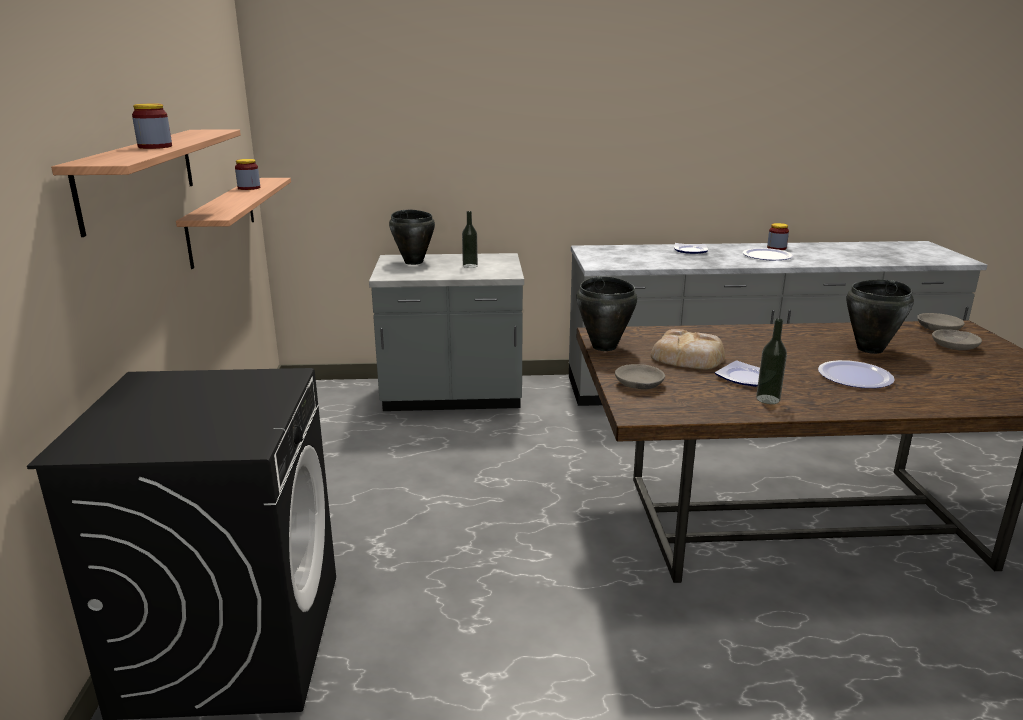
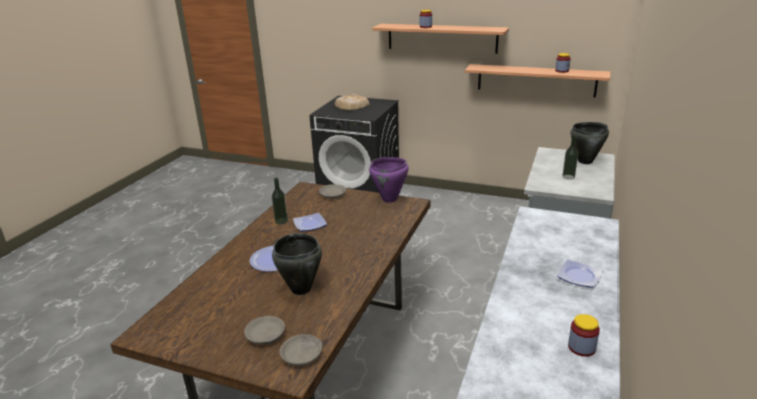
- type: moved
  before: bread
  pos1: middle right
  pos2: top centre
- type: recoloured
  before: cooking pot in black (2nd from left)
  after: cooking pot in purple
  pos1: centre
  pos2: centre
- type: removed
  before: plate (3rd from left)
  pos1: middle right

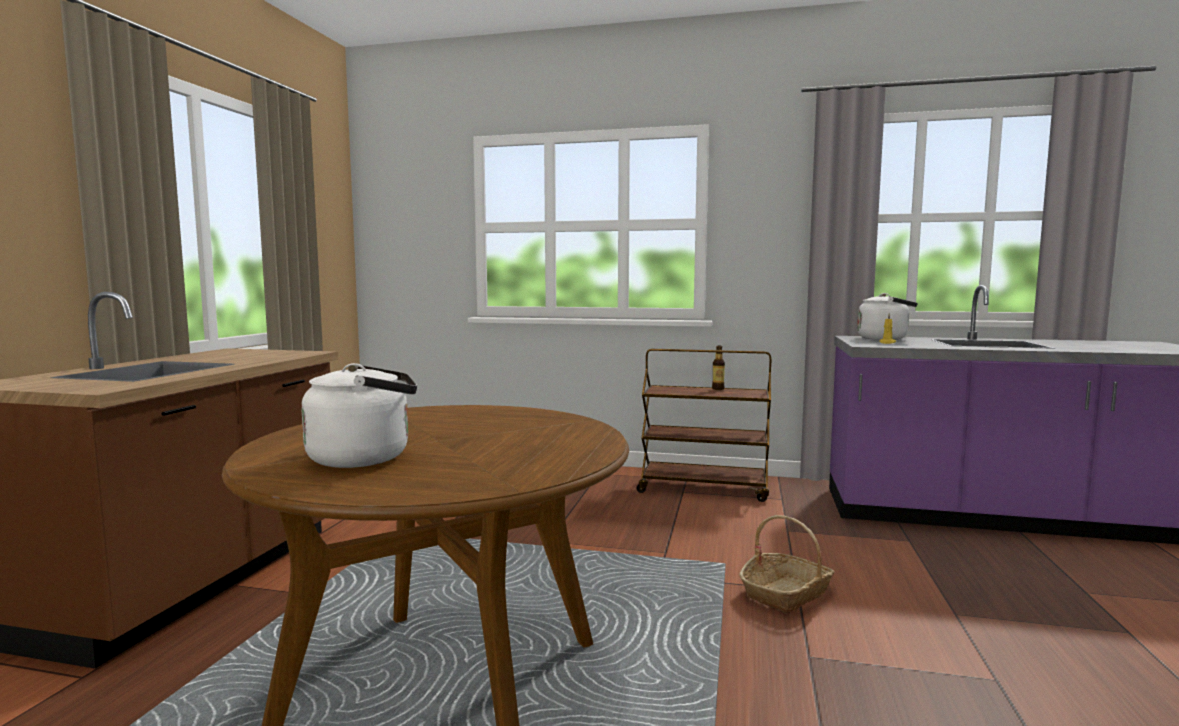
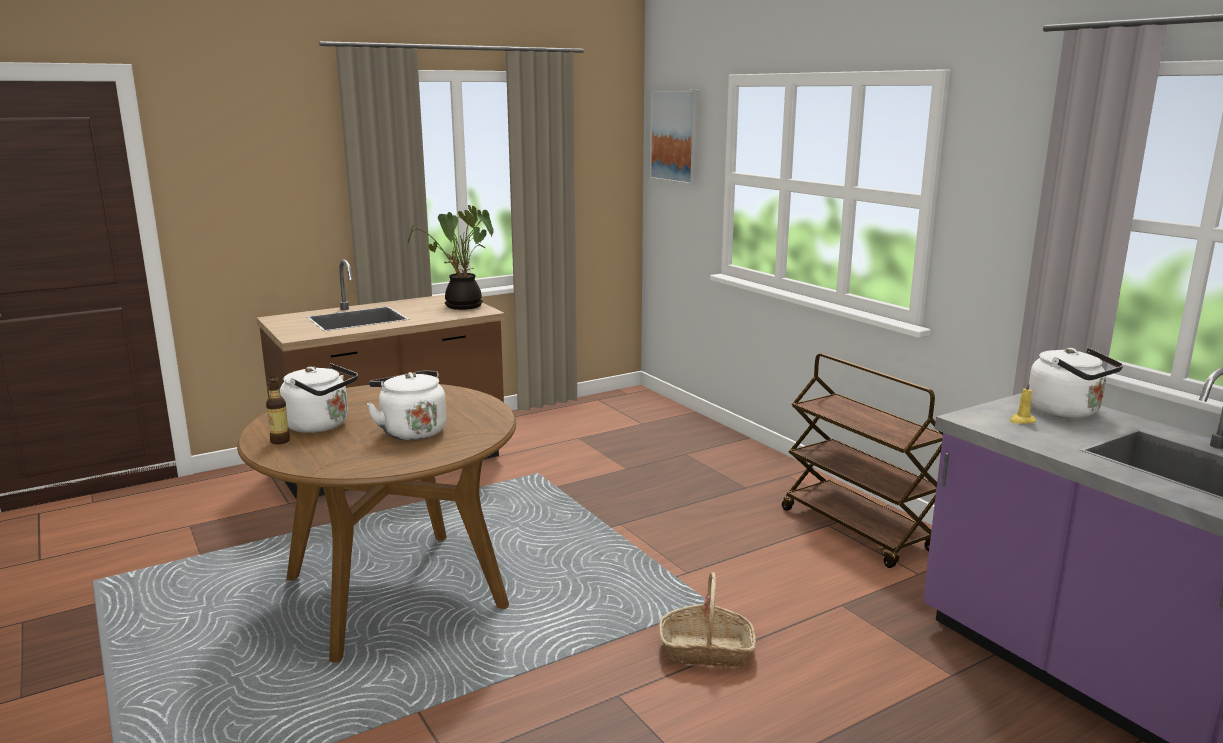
- type: moved
  before: bottle
  pos1: centre
  pos2: middle left
- type: added
  after: kettle in white (2nd from left)
  pos2: middle left
- type: added
  after: potted plant
  pos2: centre
- type: added
  after: picture
  pos2: top centre

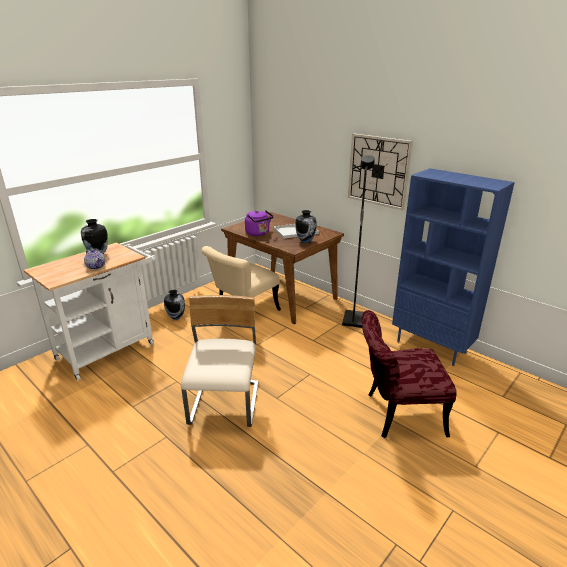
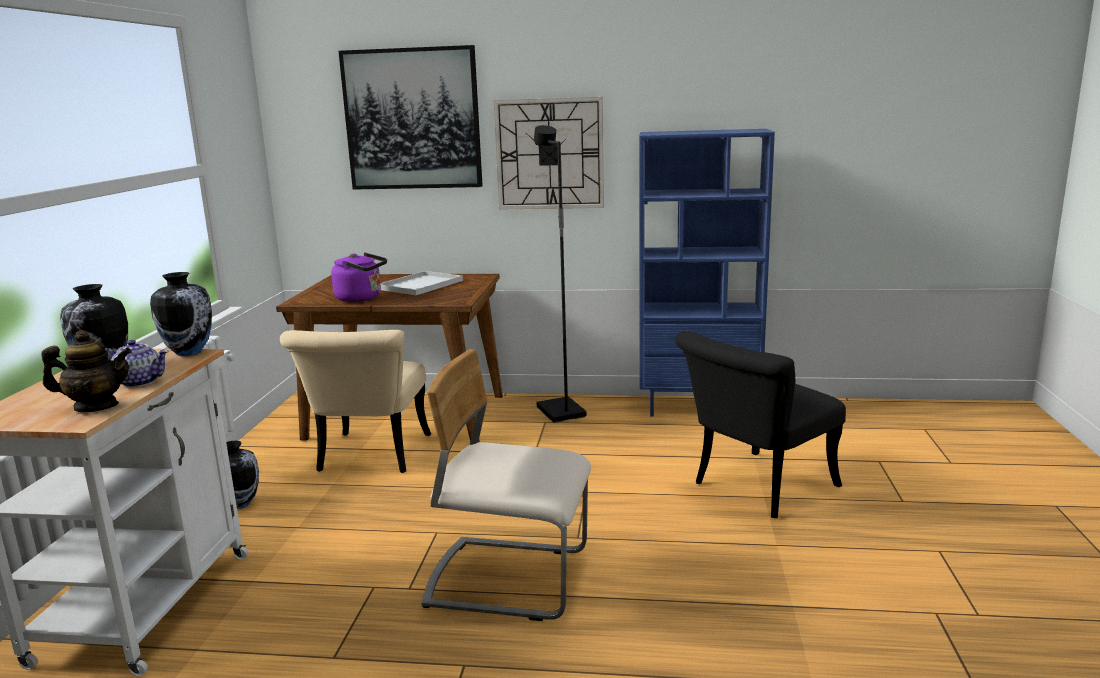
- type: added
  after: teapot (1st from left)
  pos2: middle left
- type: moved
  before: vase (3rd from left in the first image)
  after: vase (2nd from left)
  pos1: centre
  pos2: middle left
- type: added
  after: picture
  pos2: top centre
- type: turned
  before: chair in beige (1st from left in the first image)
  pos1: centre
  pos2: bottom centre
  turn: -45
- type: recoloured
  before: chair in red
  after: chair in black
  pos1: middle right
  pos2: middle right

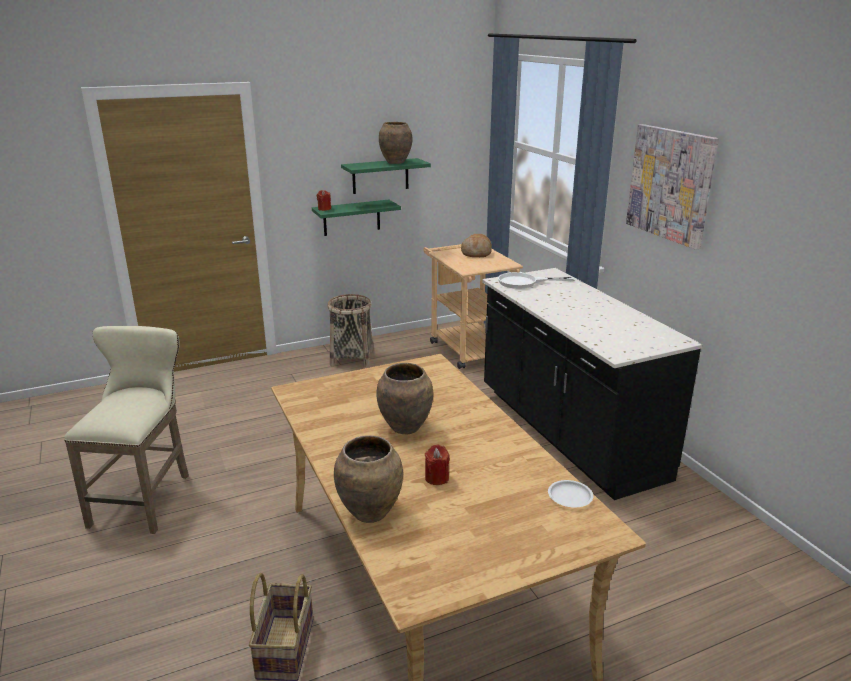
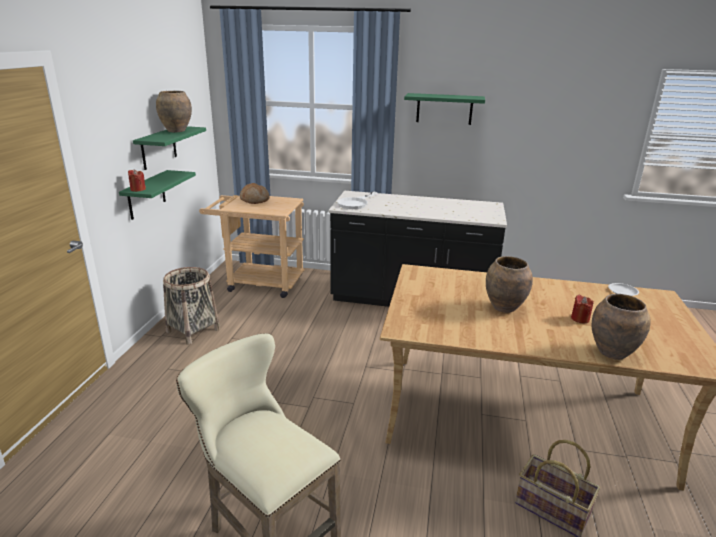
- type: replaced
  before: picture
  after: shelf in green (3rd from left)
  pos1: top right
  pos2: top centre

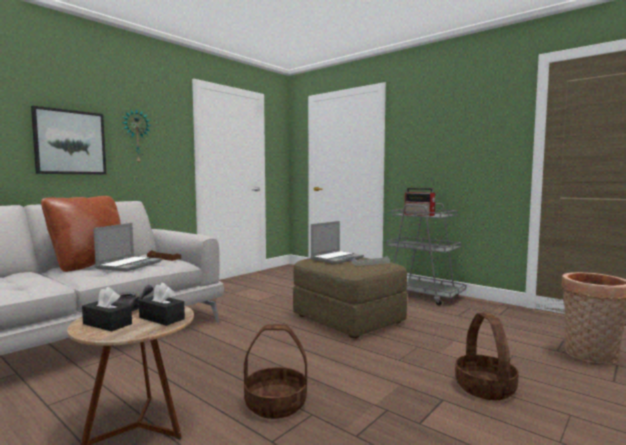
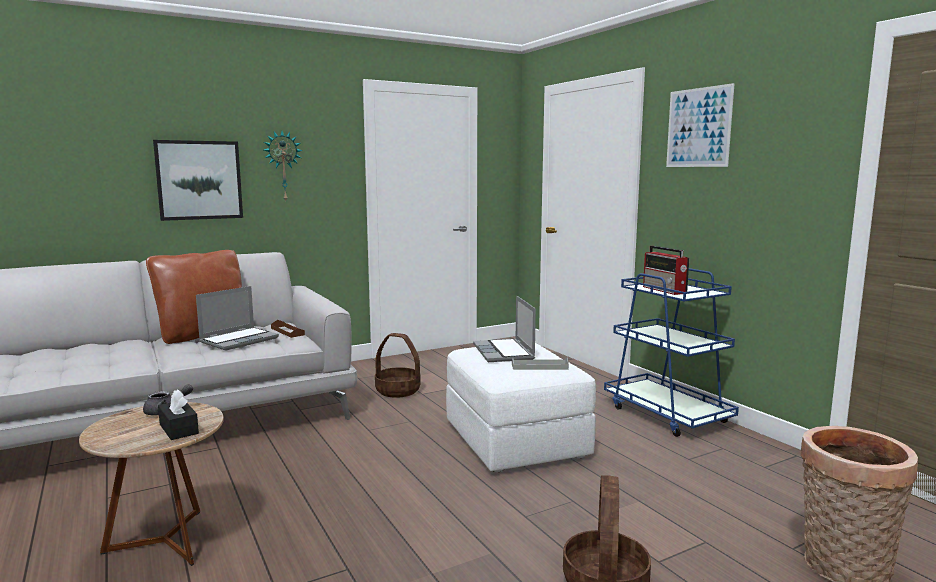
- type: moved
  before: basket (1st from left)
  pos1: bottom centre
  pos2: centre
- type: recoloured
  before: ottoman in brown
  after: ottoman in white
  pos1: bottom centre
  pos2: bottom centre
- type: turned
  before: laptop (2nd from left)
  pos1: centre
  pos2: centre
  turn: 105
- type: recoloured
  before: cart in grey
  after: cart in blue
  pos1: middle right
  pos2: middle right
- type: added
  after: picture (2nd from left)
  pos2: top right
- type: removed
  before: tissue box in black (1st from left)
  pos1: bottom left

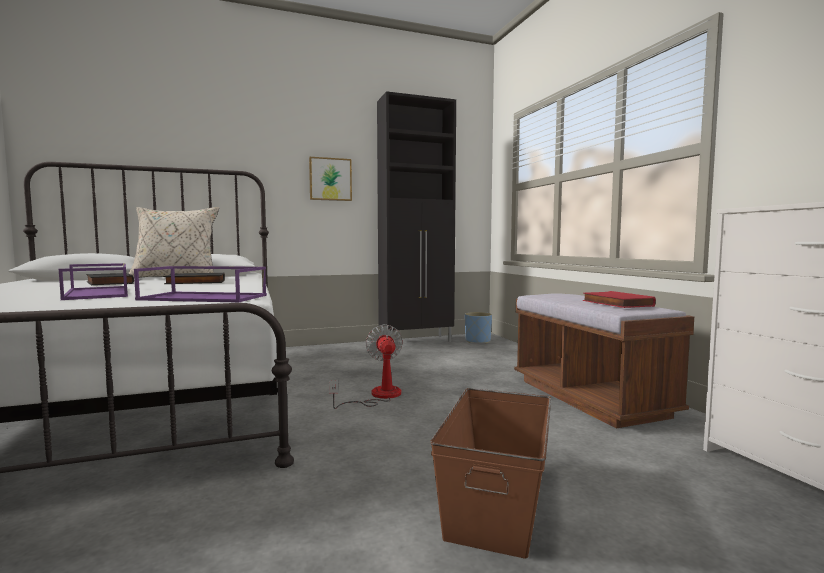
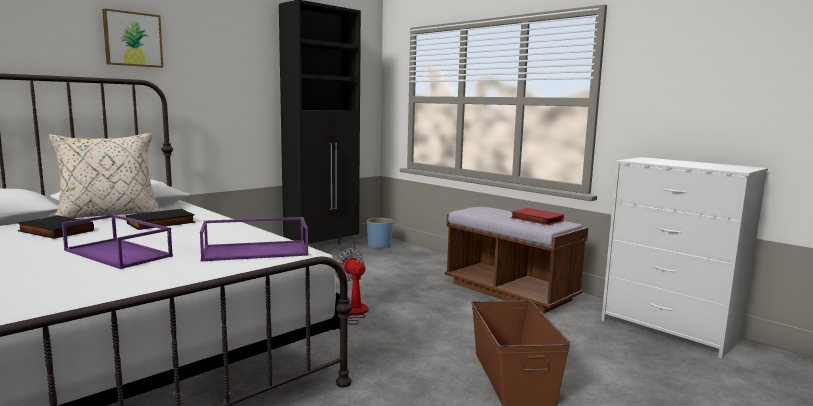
- type: moved
  before: picture
  pos1: top centre
  pos2: top left

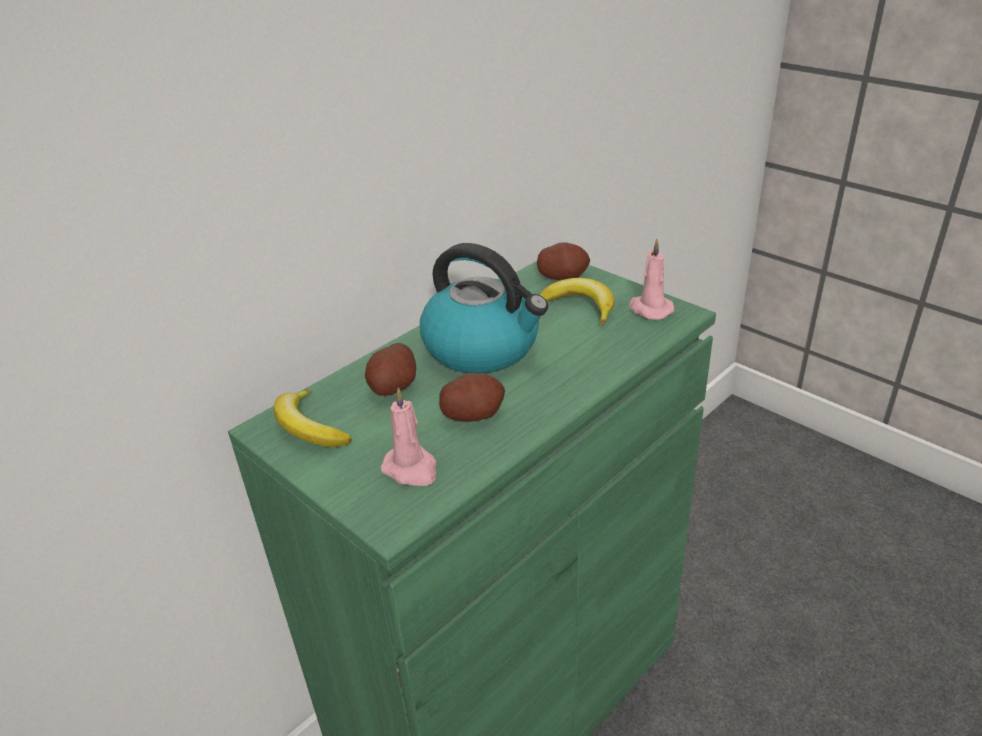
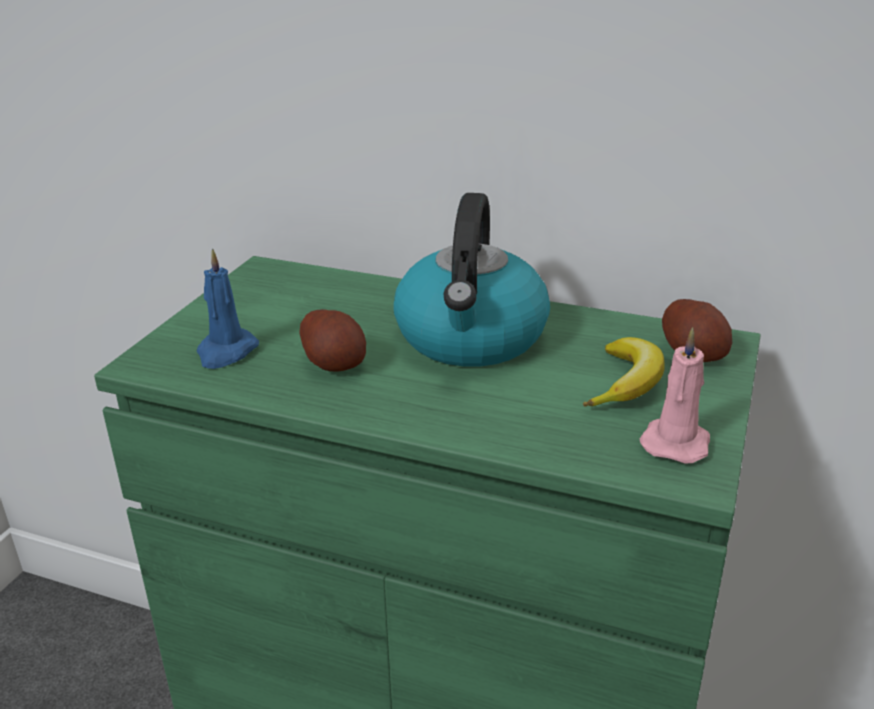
- type: recoloured
  before: candle in pink (1st from left)
  after: candle in blue
  pos1: centre
  pos2: middle left
- type: removed
  before: banana (1st from left)
  pos1: middle left
- type: removed
  before: potato (1st from left)
  pos1: centre

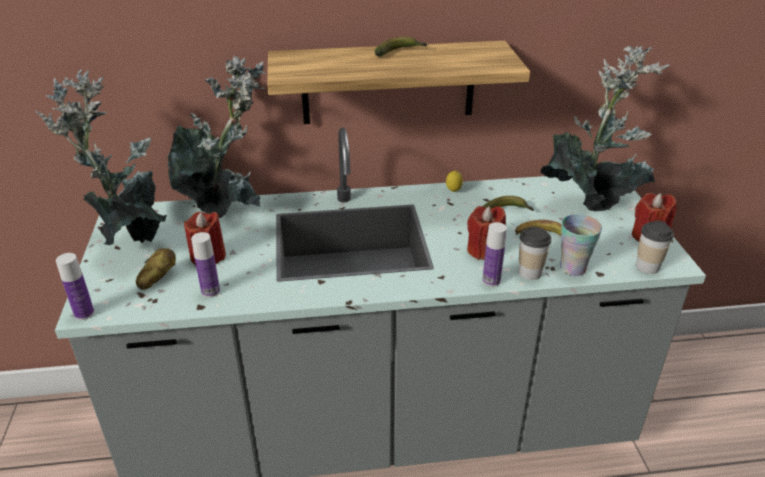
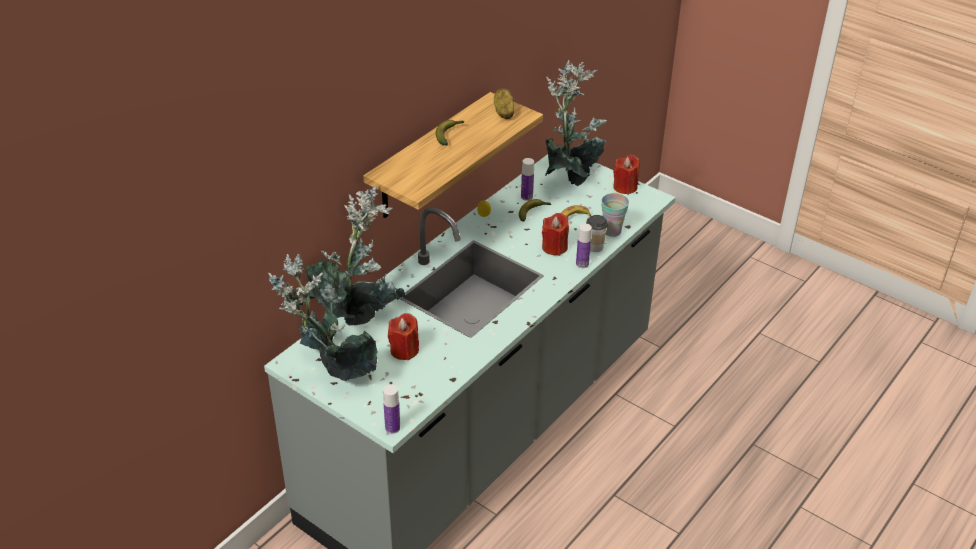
- type: moved
  before: potato
  pos1: middle left
  pos2: top centre
- type: moved
  before: bottle (2nd from left)
  pos1: middle left
  pos2: top centre
- type: removed
  before: cup (3rd from left)
  pos1: middle right

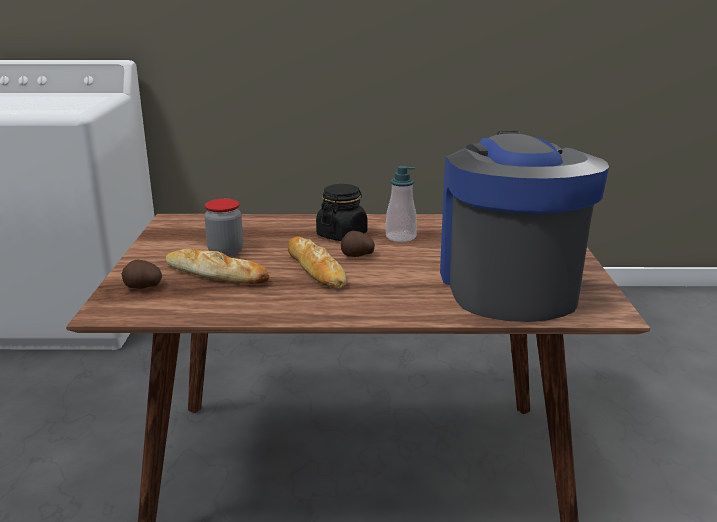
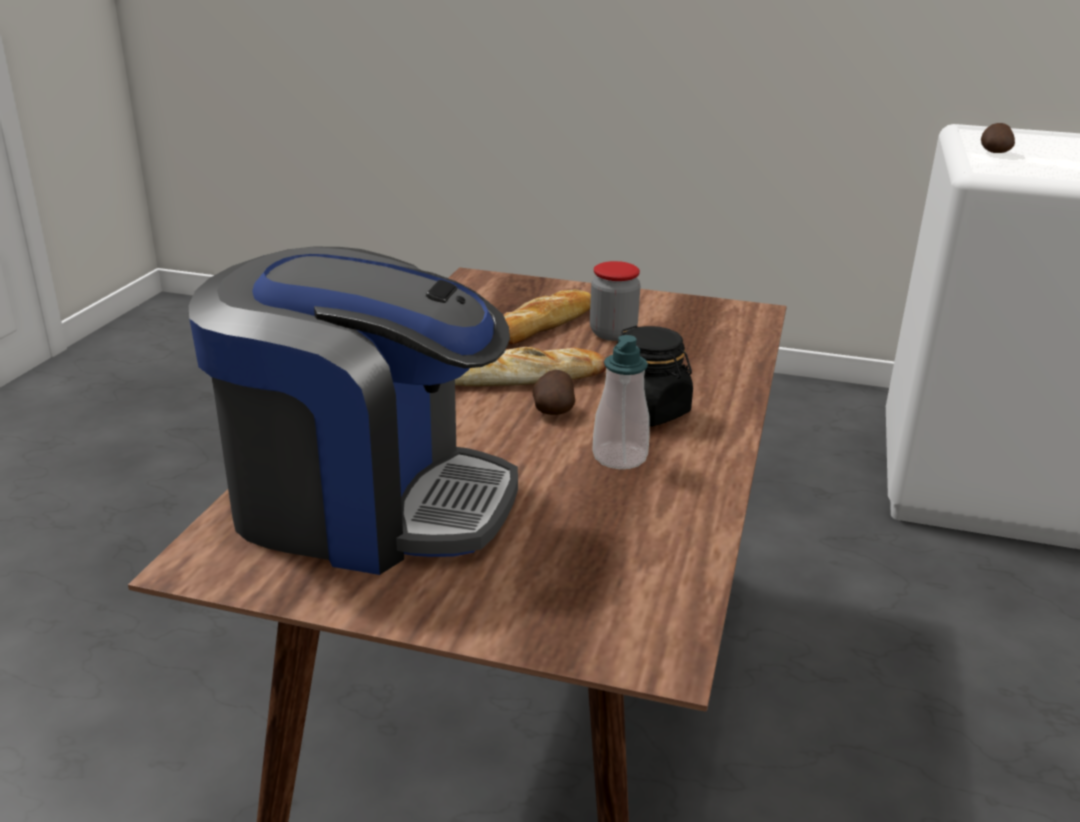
- type: moved
  before: potato (1st from left in the first image)
  after: potato (2nd from left)
  pos1: middle left
  pos2: top right

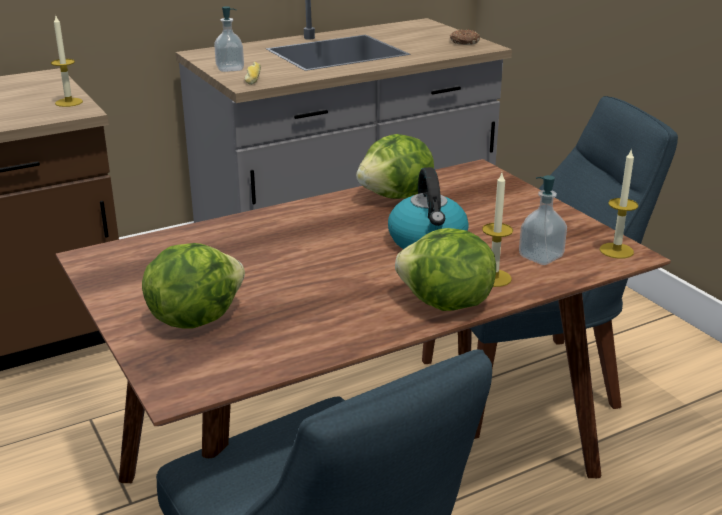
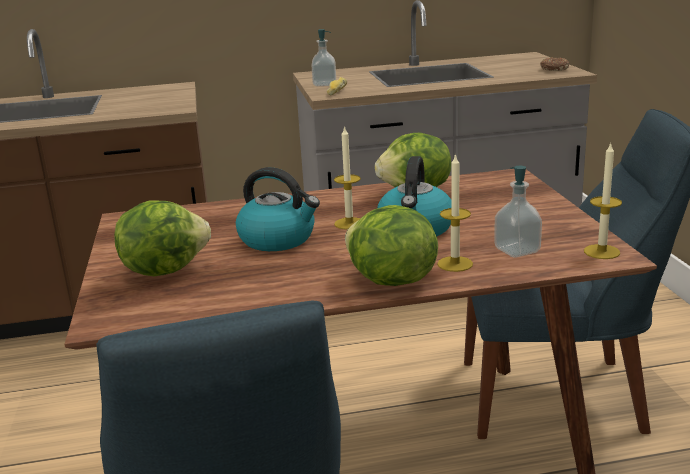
- type: added
  after: kettle (1st from left)
  pos2: centre
- type: moved
  before: candle (1st from left)
  pos1: top left
  pos2: centre

